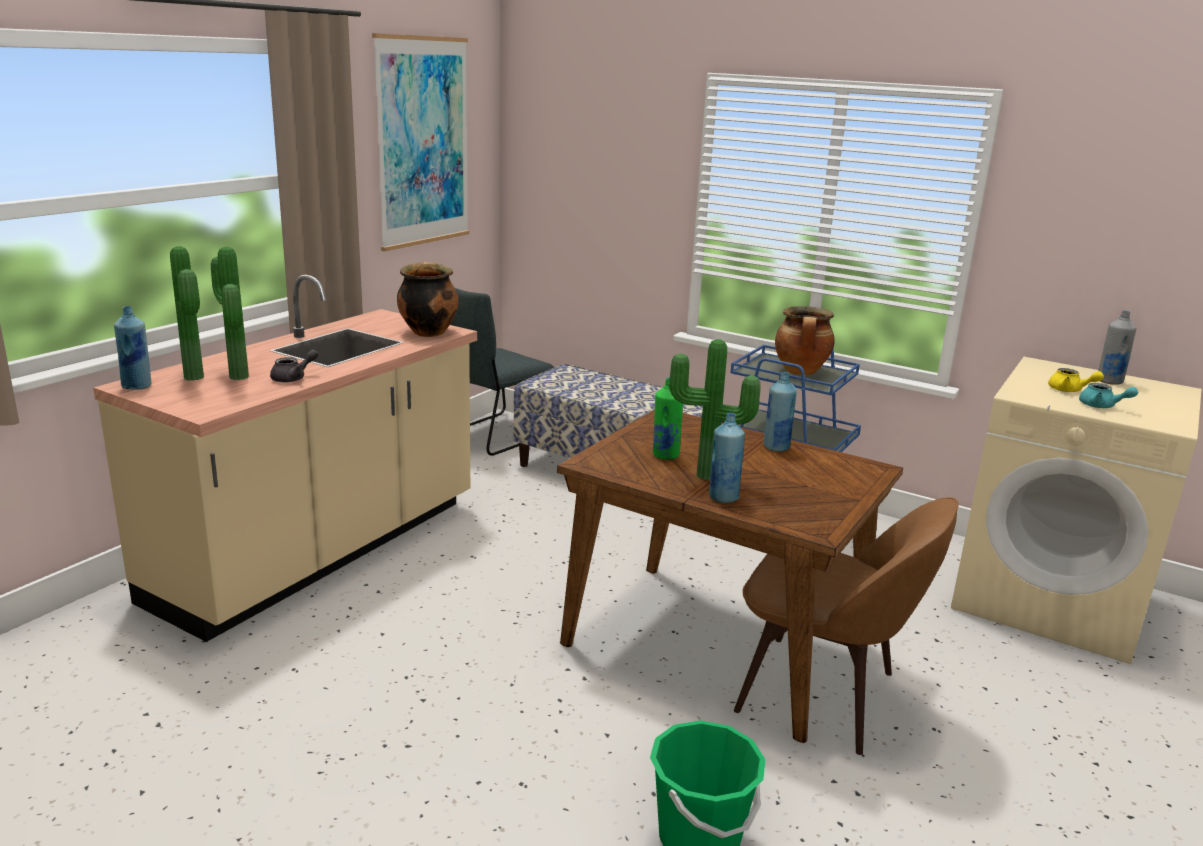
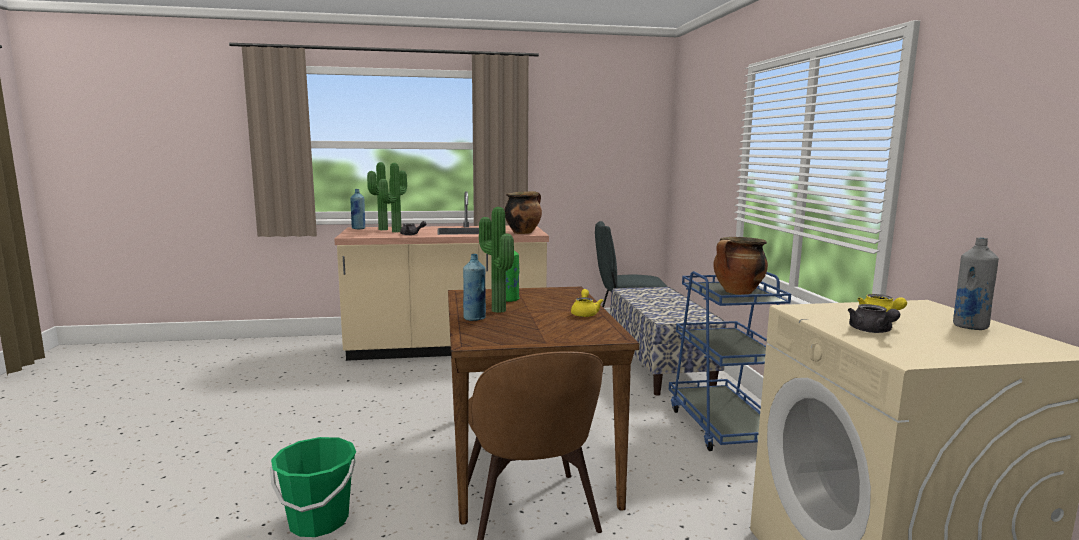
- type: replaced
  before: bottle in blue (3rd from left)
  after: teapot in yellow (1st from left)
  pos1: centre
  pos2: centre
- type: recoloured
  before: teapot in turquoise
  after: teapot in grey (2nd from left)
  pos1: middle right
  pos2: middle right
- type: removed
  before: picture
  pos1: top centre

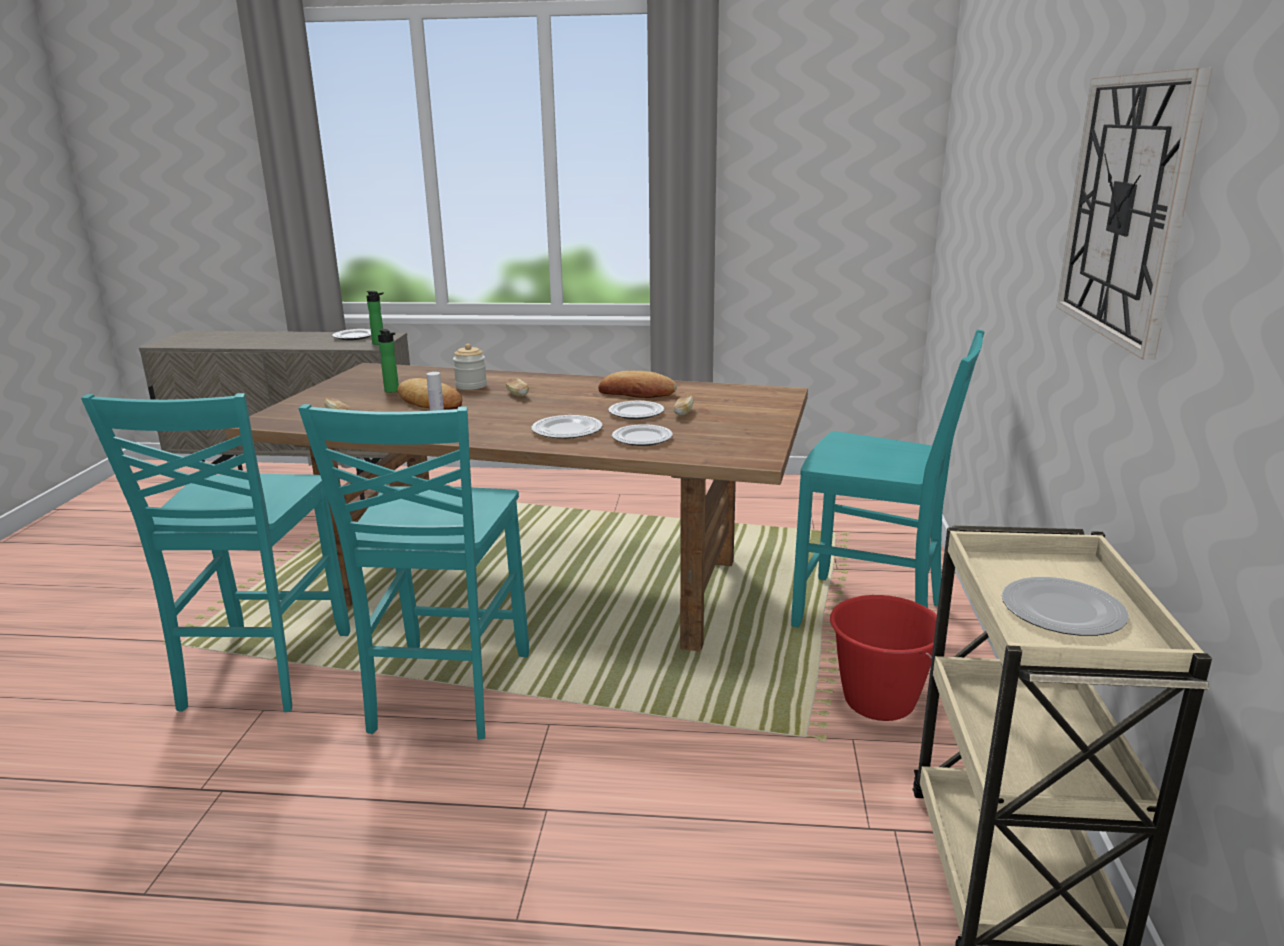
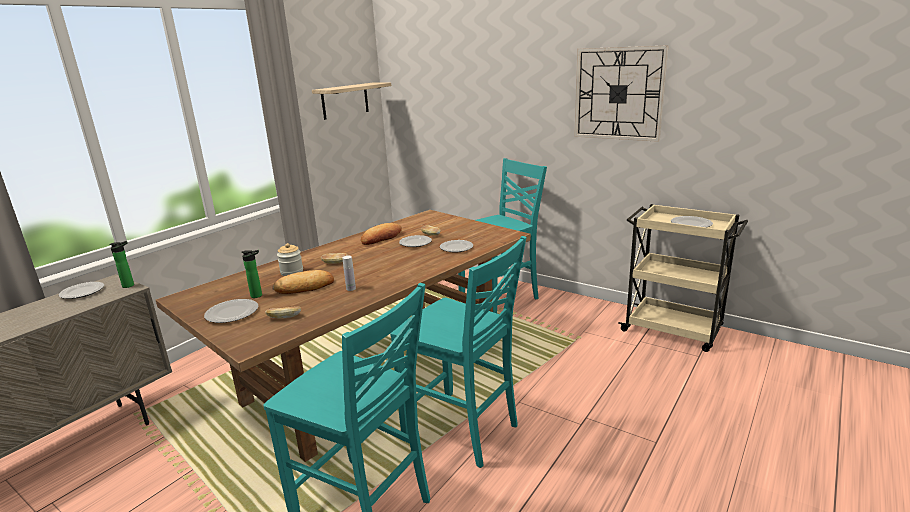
- type: moved
  before: plate (2nd from left)
  pos1: centre
  pos2: middle left
- type: added
  after: shelf
  pos2: top centre
- type: removed
  before: bucket in red
  pos1: bottom right

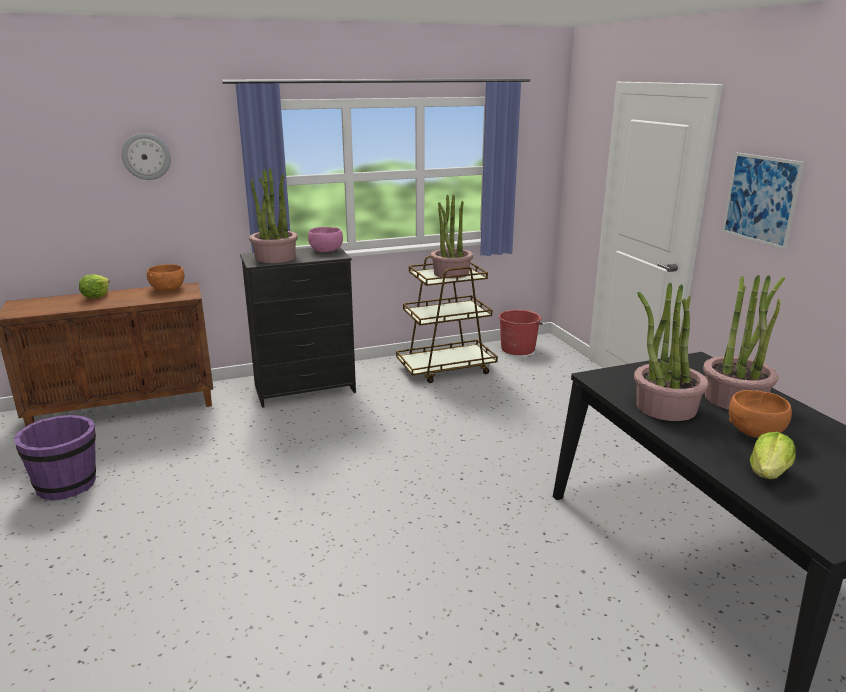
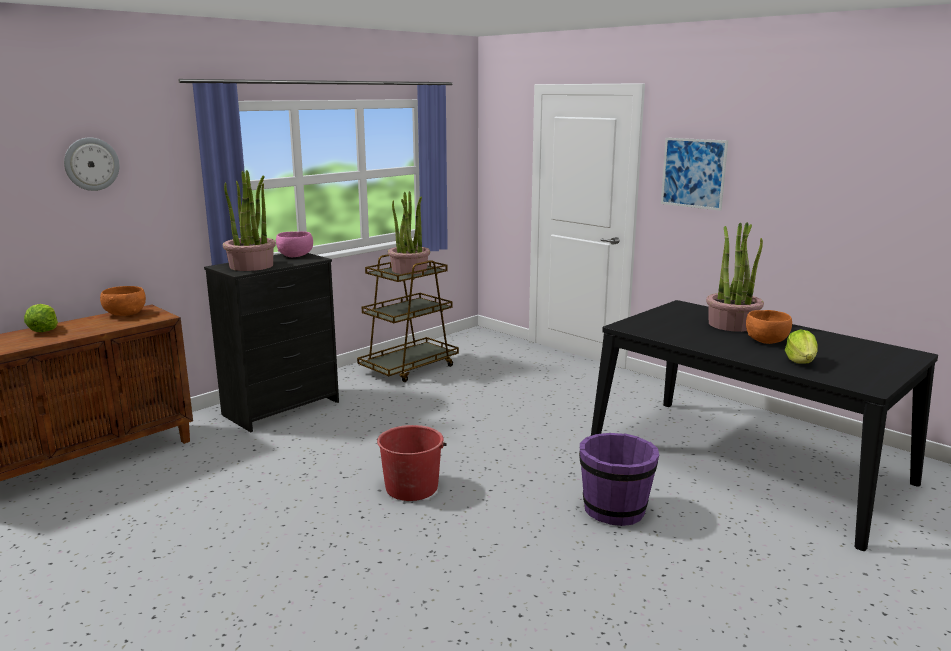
- type: moved
  before: bucket in red
  pos1: centre
  pos2: bottom centre
- type: moved
  before: bucket in purple
  pos1: middle left
  pos2: bottom centre
- type: removed
  before: potted plant (3rd from left)
  pos1: middle right

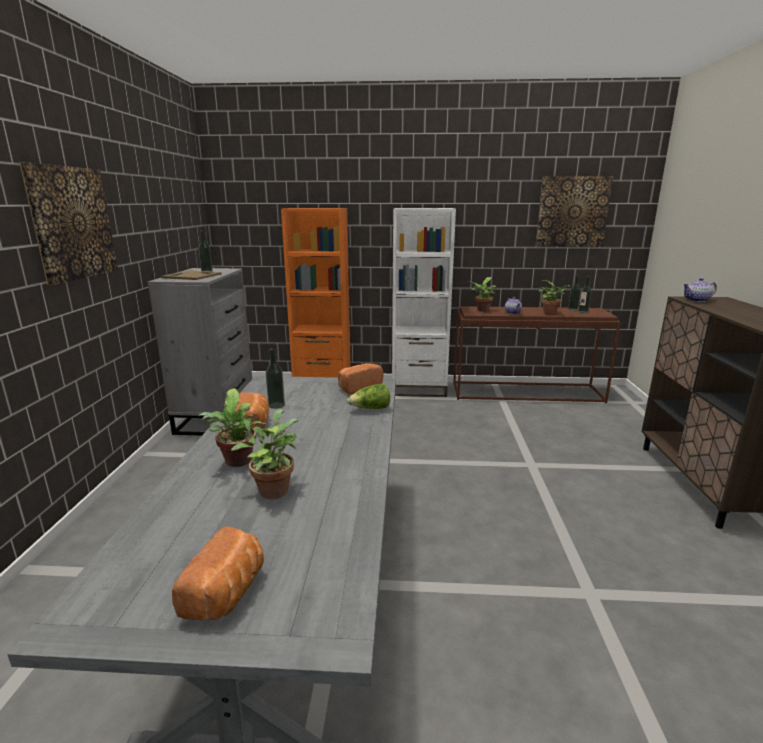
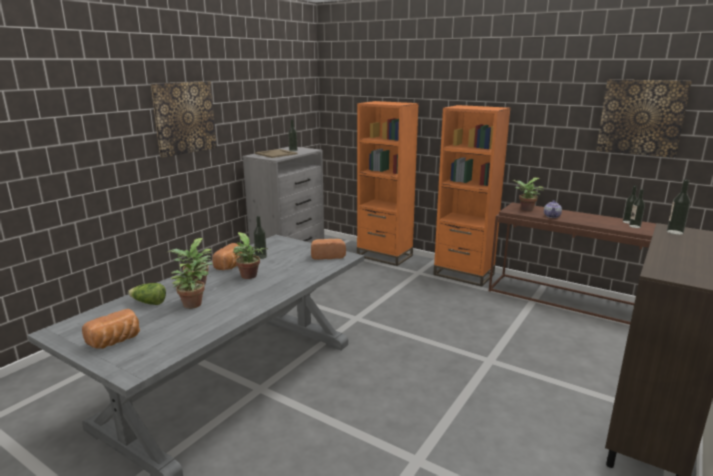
- type: moved
  before: lettuce
  pos1: centre
  pos2: middle left
- type: moved
  before: potted plant (4th from left in the first image)
  after: potted plant (3rd from left)
  pos1: middle right
  pos2: centre
- type: recoloured
  before: bookcase in white
  after: bookcase in orange (2nd from left)
  pos1: centre
  pos2: centre
- type: replaced
  before: teapot (2nd from left)
  after: bottle (5th from left)
  pos1: middle right
  pos2: middle right

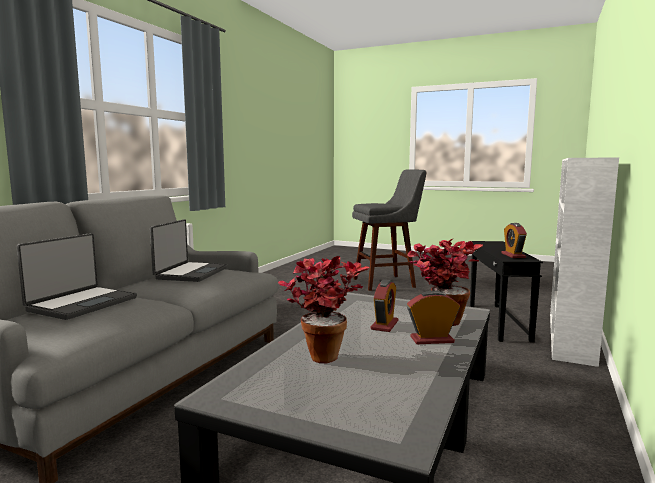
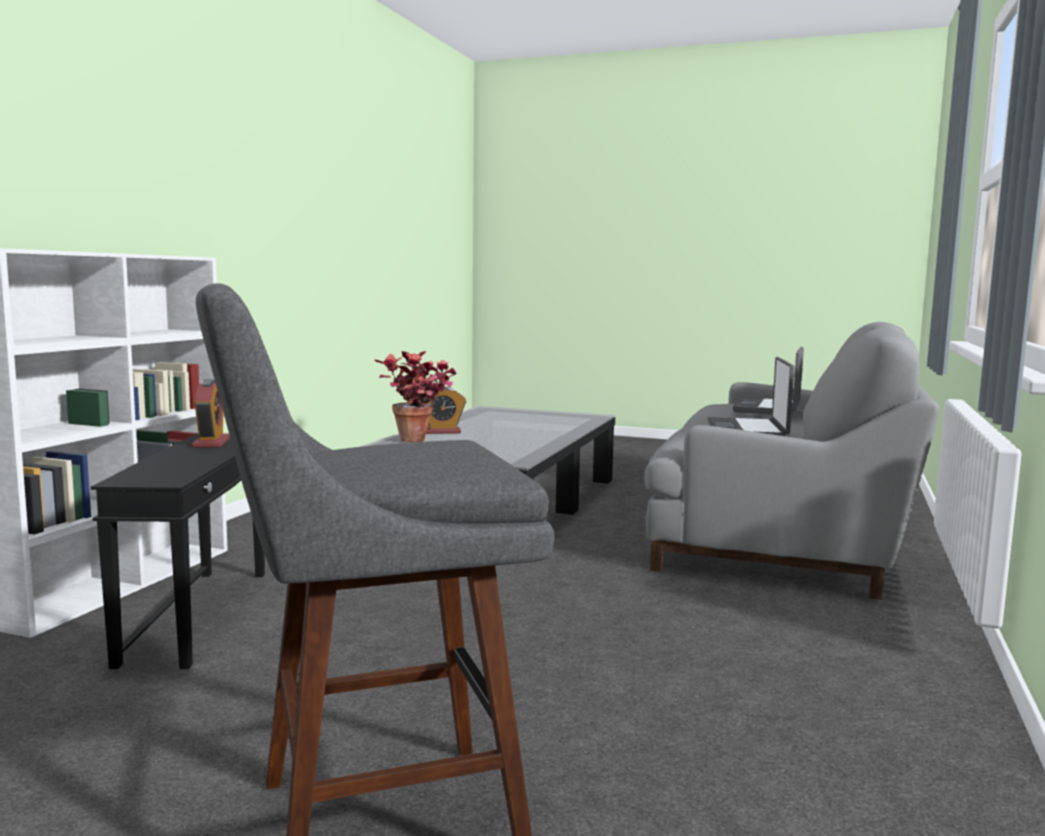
- type: removed
  before: potted plant (1st from left)
  pos1: centre
- type: removed
  before: alarm clock (1st from left)
  pos1: centre

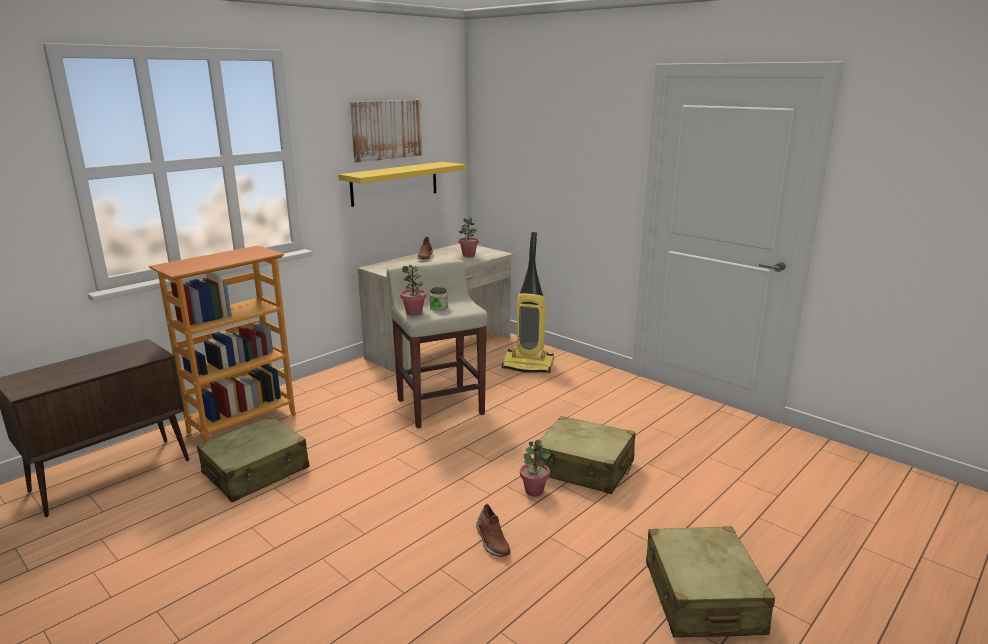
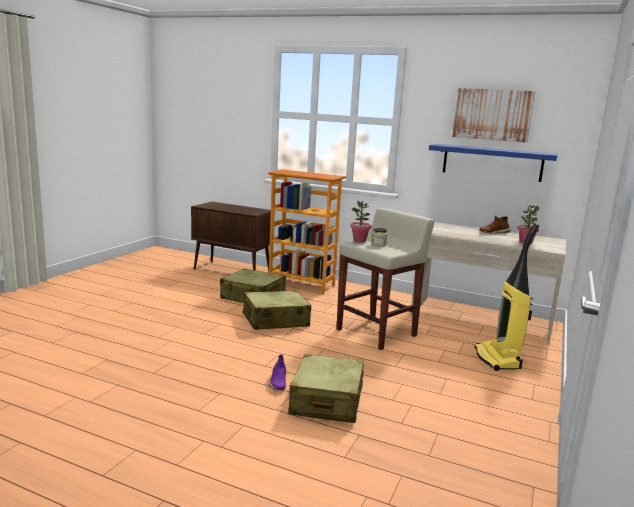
- type: moved
  before: suitcase in beige (3rd from left in the first image)
  after: suitcase in beige (2nd from left)
  pos1: bottom right
  pos2: centre
- type: replaced
  before: potted plant (3rd from left)
  after: shoe in purple
  pos1: bottom centre
  pos2: bottom centre
- type: recoloured
  before: shelf in yellow
  after: shelf in blue
  pos1: top centre
  pos2: top right
- type: removed
  before: shoe in brown (2nd from left)
  pos1: bottom centre

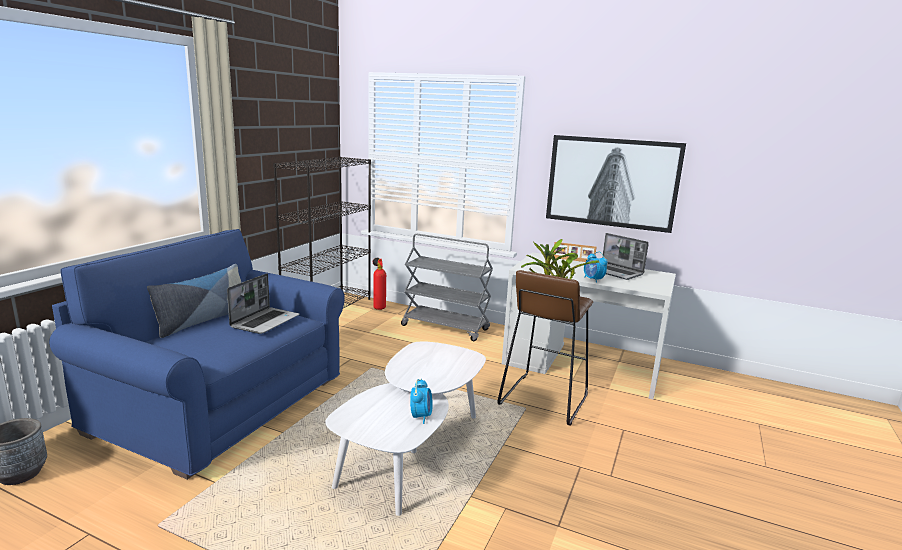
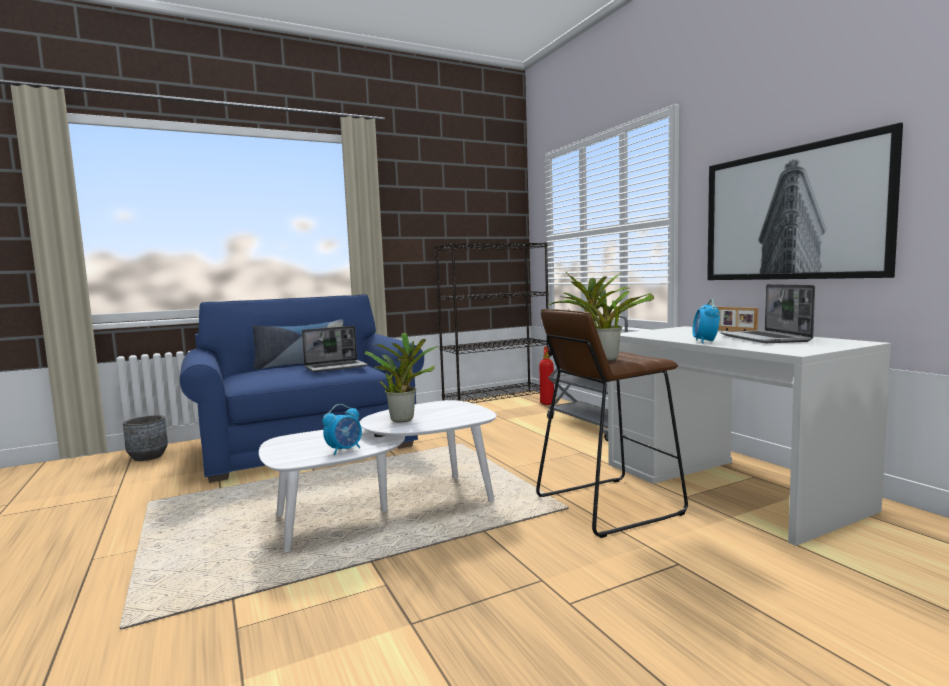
- type: added
  after: potted plant (1st from left)
  pos2: centre

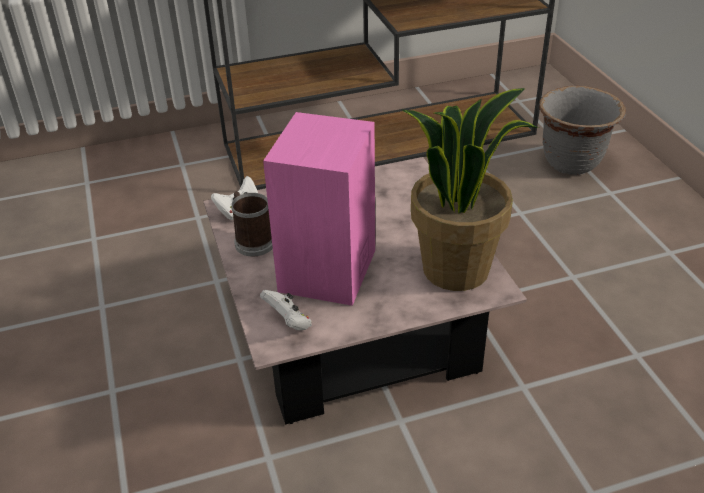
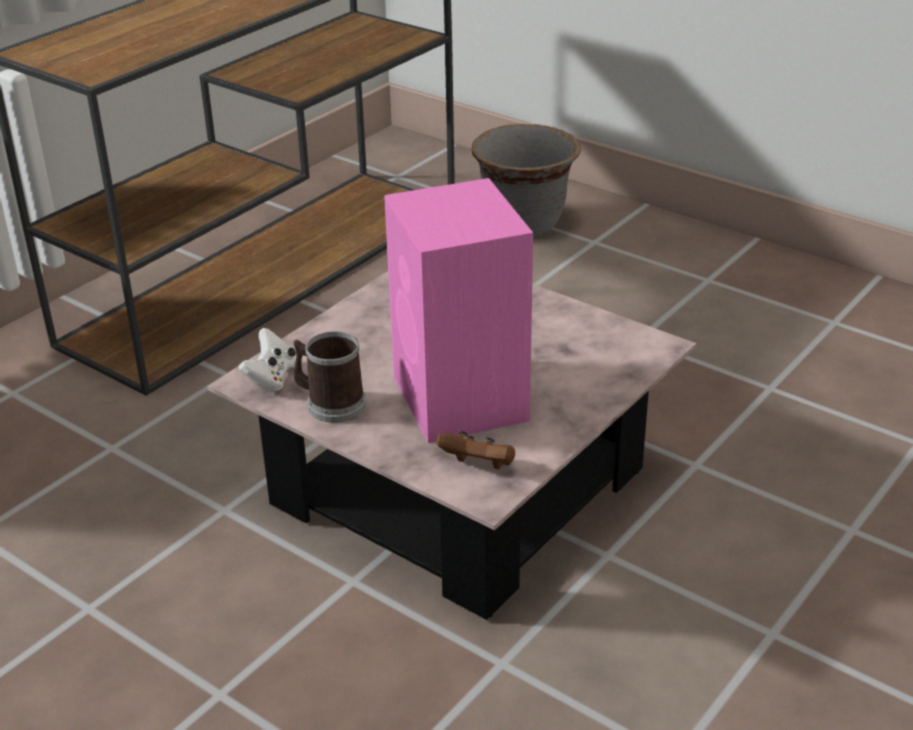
- type: recoloured
  before: game controller in white (2nd from left)
  after: game controller in brown
  pos1: centre
  pos2: centre
- type: removed
  before: potted plant
  pos1: middle right

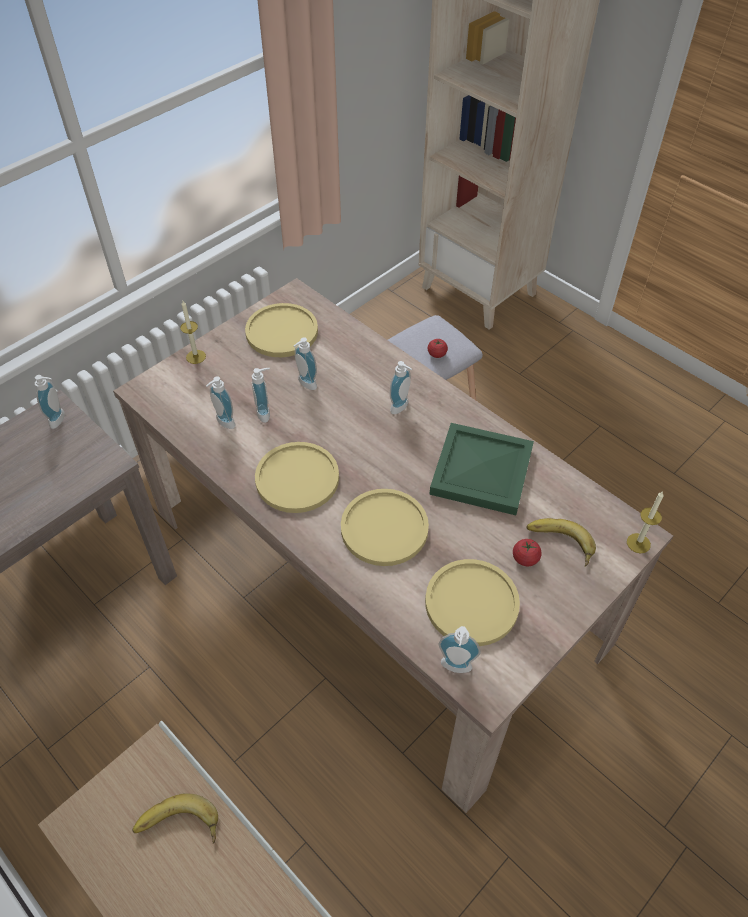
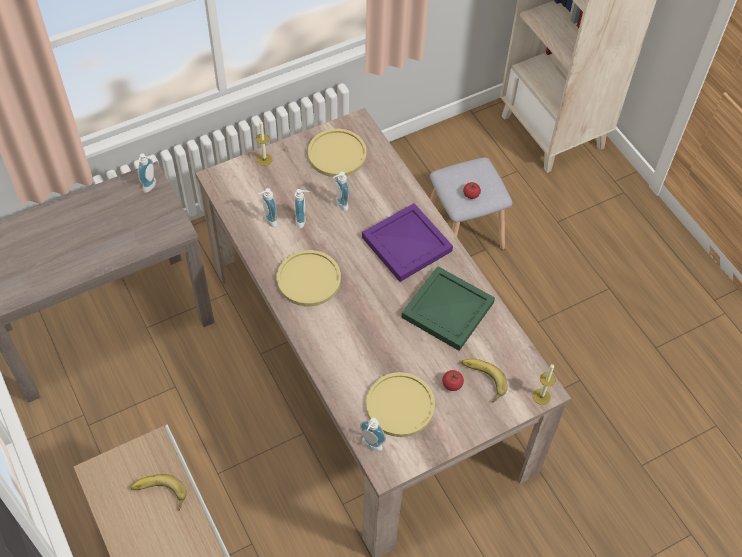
- type: replaced
  before: soap dispenser (5th from left)
  after: tray in purple
  pos1: centre
  pos2: centre
- type: removed
  before: plate in yellow (3rd from left)
  pos1: centre

